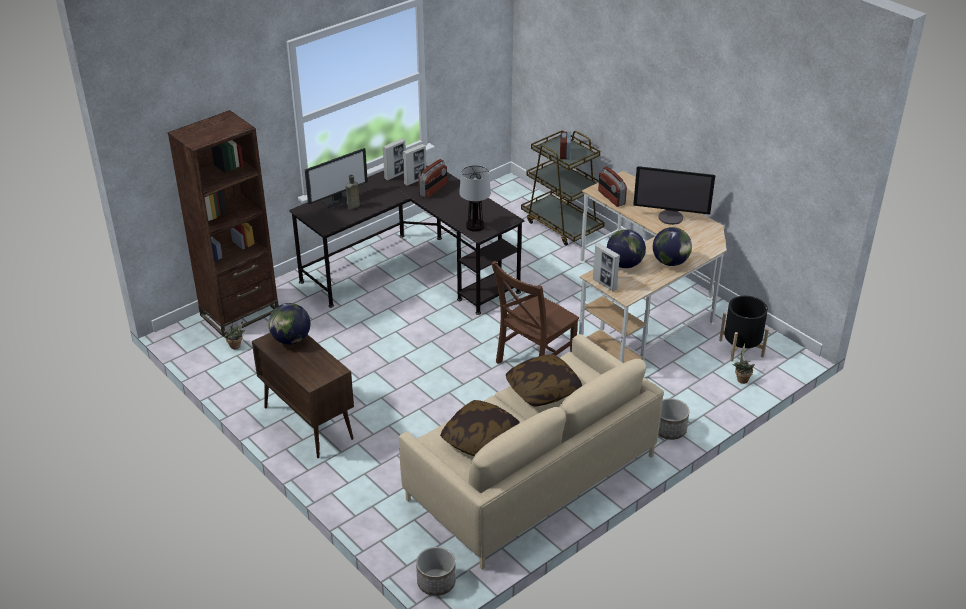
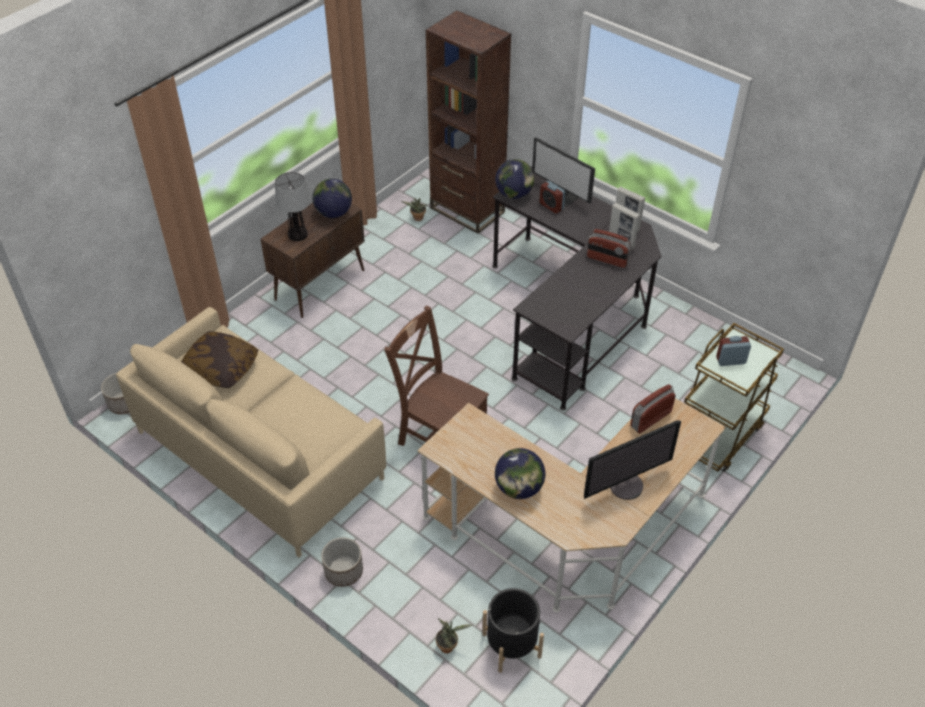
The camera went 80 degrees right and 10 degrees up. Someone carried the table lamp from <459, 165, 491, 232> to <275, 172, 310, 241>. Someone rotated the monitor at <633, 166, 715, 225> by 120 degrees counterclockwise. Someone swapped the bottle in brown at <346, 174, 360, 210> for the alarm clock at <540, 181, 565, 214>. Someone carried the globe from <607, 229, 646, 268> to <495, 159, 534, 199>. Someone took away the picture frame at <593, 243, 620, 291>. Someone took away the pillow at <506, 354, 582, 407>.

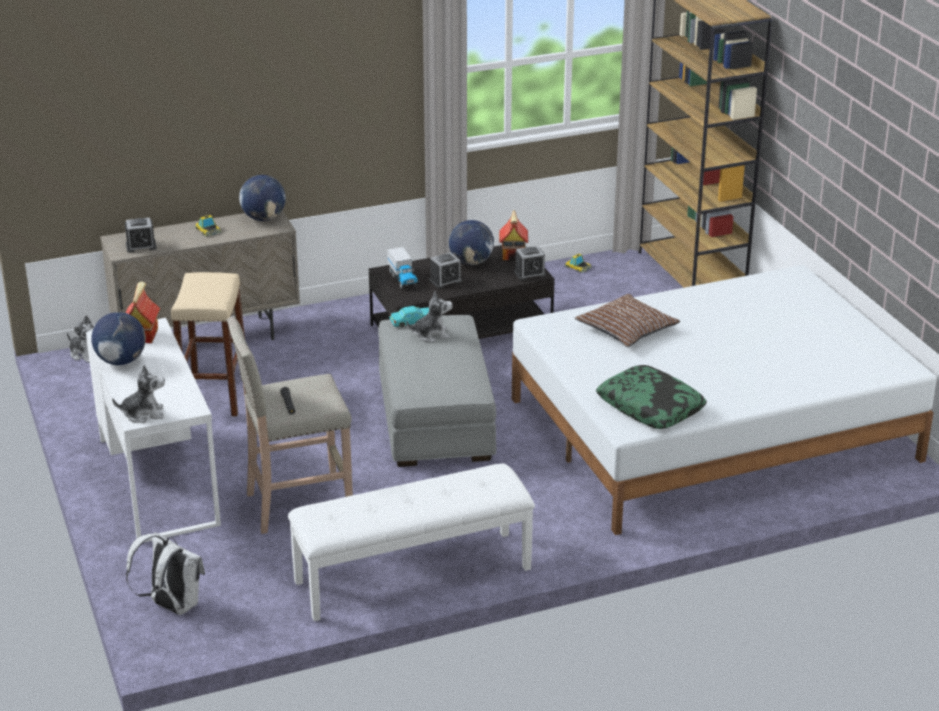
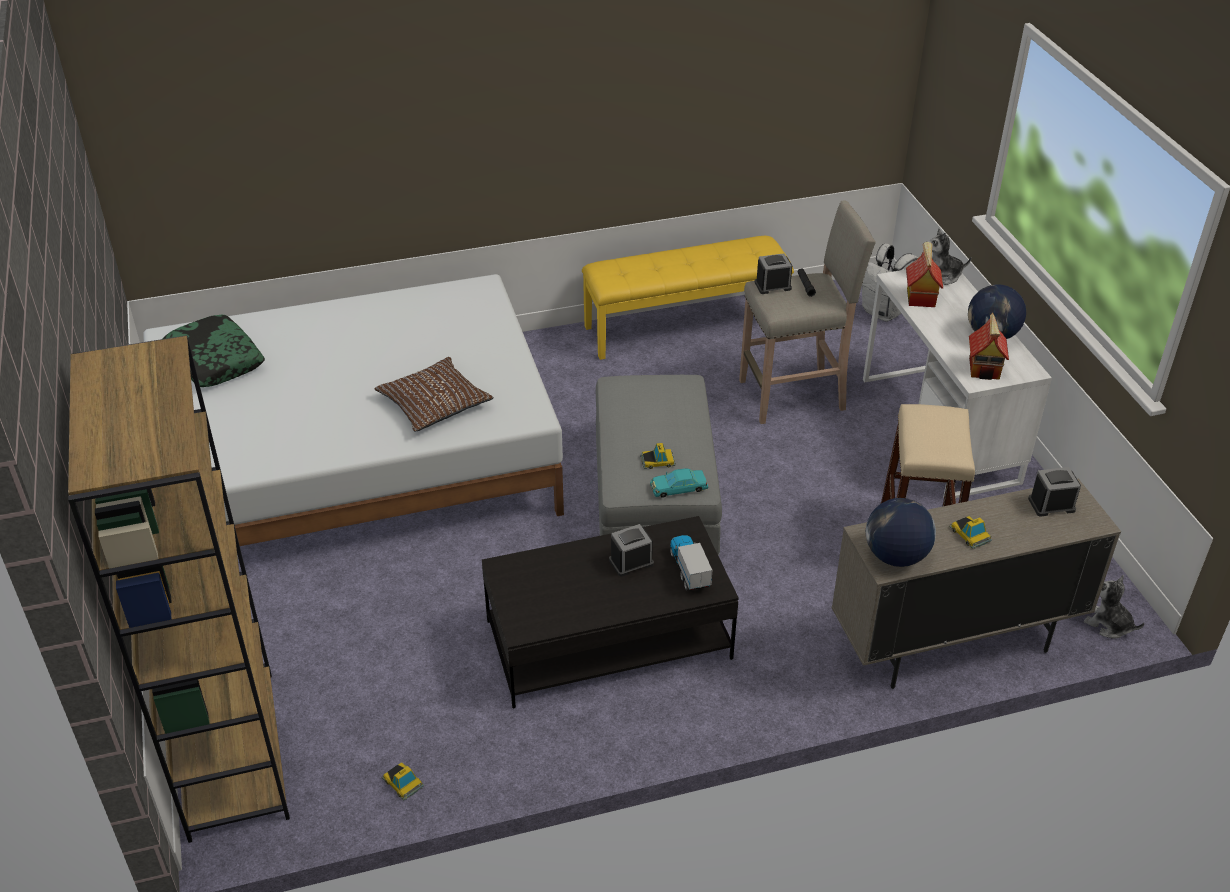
The camera went 175 degrees left and 10 degrees up. Someone carried the toy house from <499, 210, 528, 261> to <906, 242, 943, 307>. Someone took away the globe at <449, 220, 494, 265>. Someone carried the alarm clock from <514, 246, 546, 280> to <755, 253, 792, 294>. Someone swapped the plush toy at <406, 291, 453, 342> for the toy car at <640, 443, 676, 469>. Someone carried the pillow from <596, 365, 707, 429> to <163, 315, 265, 387>. Someone repainted the bench in white at <288, 463, 535, 621>, which became the bench in yellow at <582, 236, 794, 360>.

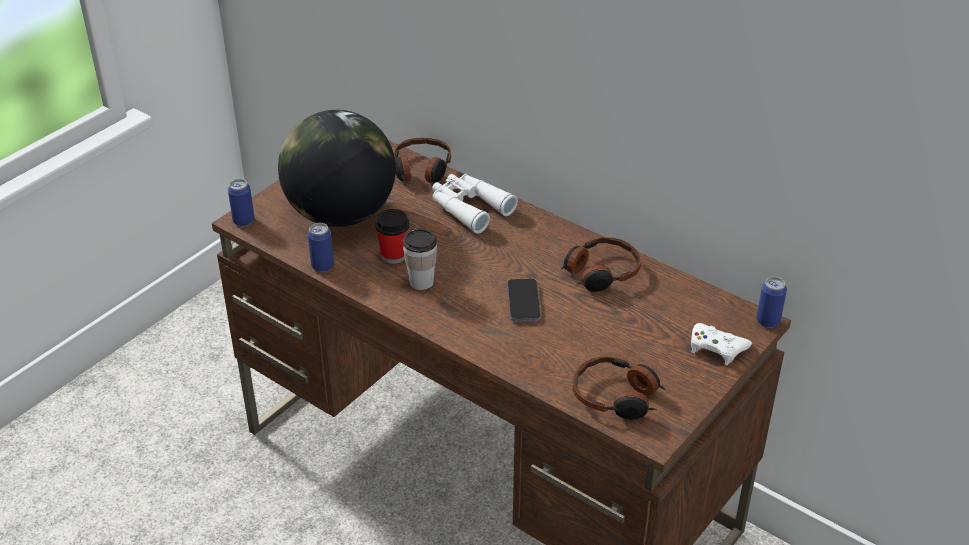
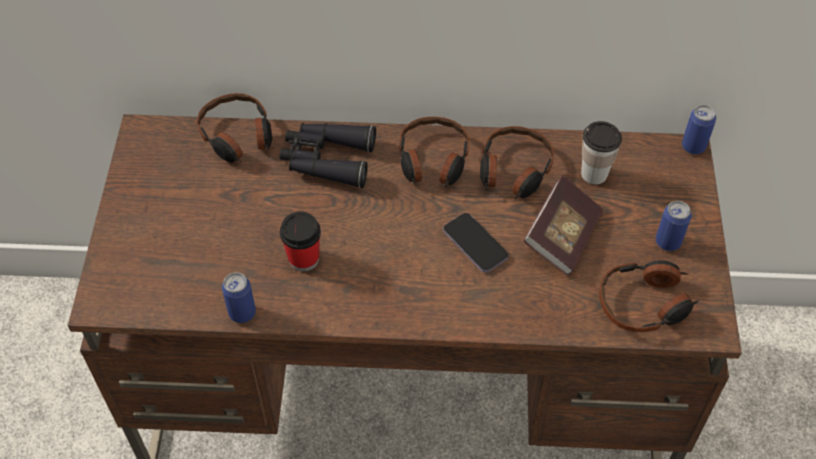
The camera went 35 degrees left and 15 degrees up. Someone took away the globe at <278, 110, 396, 227>. Someone repainted the binoculars in white at <432, 174, 518, 234>, which became the binoculars in black at <280, 123, 376, 188>. Someone carried the can from <228, 179, 255, 226> to <656, 201, 692, 251>. Someone carried the cup from <403, 228, 437, 290> to <581, 121, 622, 184>. Someone took away the game controller in white at <691, 323, 752, 365>. Someone put down the headphones at <399, 117, 469, 188>. Someone put down the book at <524, 175, 603, 275>.

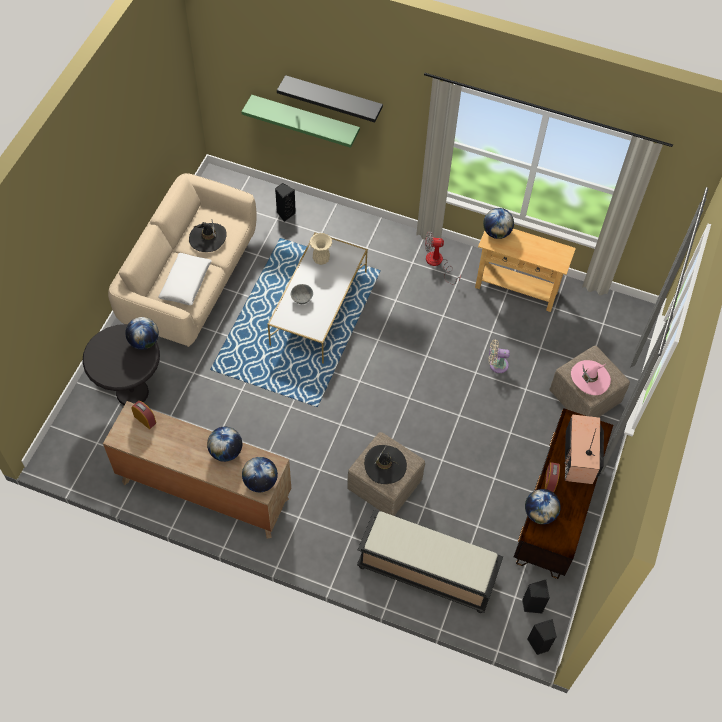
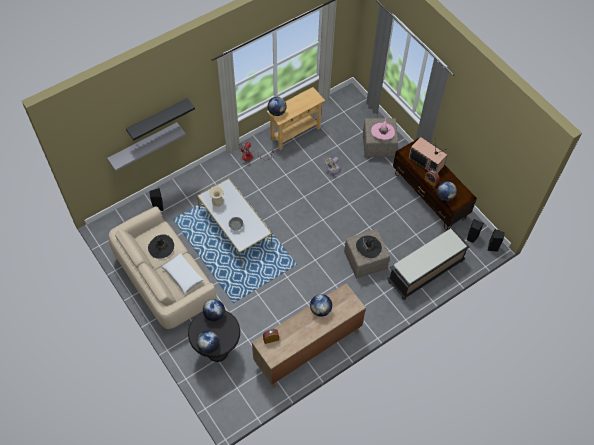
The camera went 55 degrees left and 0 degrees up. Someone repainted the shelf in green at <241, 95, 360, 148>, which became the shelf in grey at <107, 122, 186, 171>. Someone carried the globe from <242, 457, 278, 492> to <197, 331, 220, 354>.

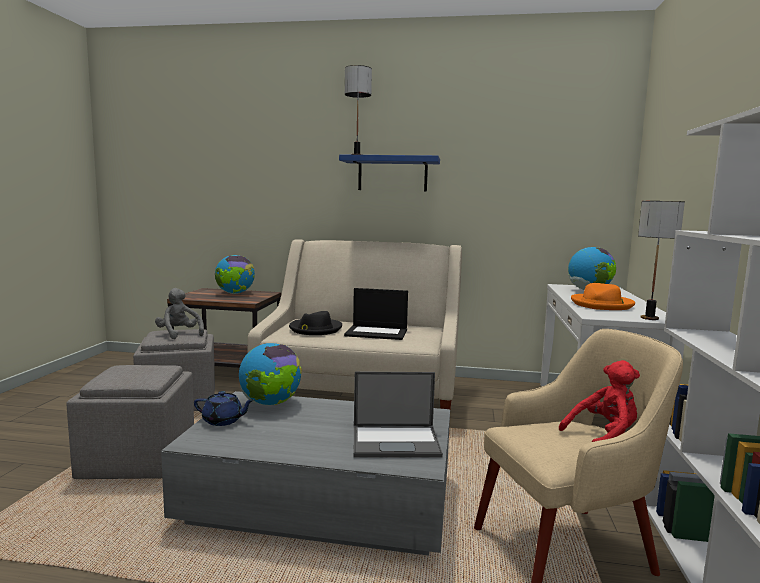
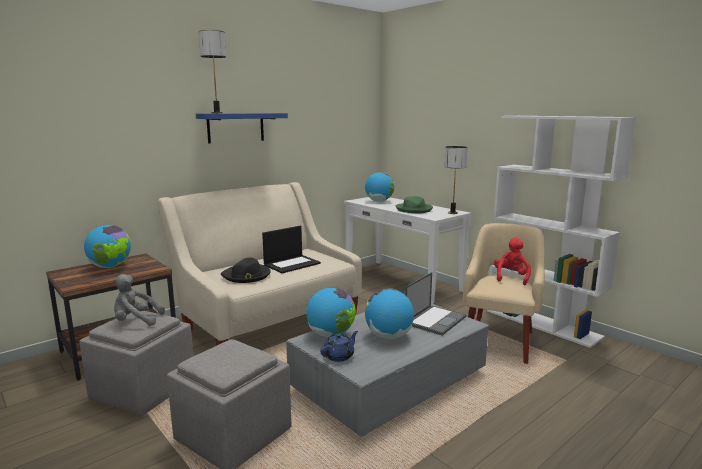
The camera went 50 degrees left and 5 degrees up. Someone repainted the hat in orange at <571, 283, 635, 310>, which became the hat in green at <396, 196, 433, 214>. Someone put down the globe at <365, 288, 414, 339>.

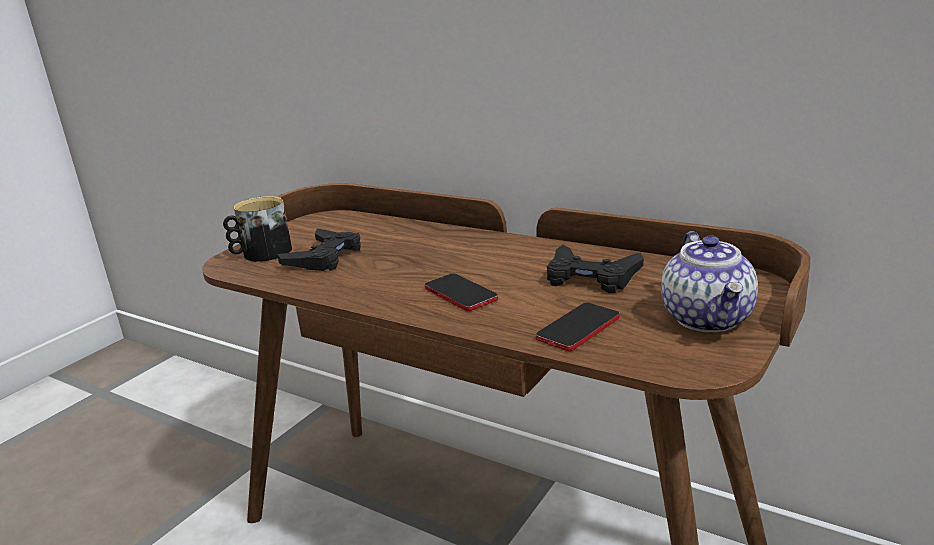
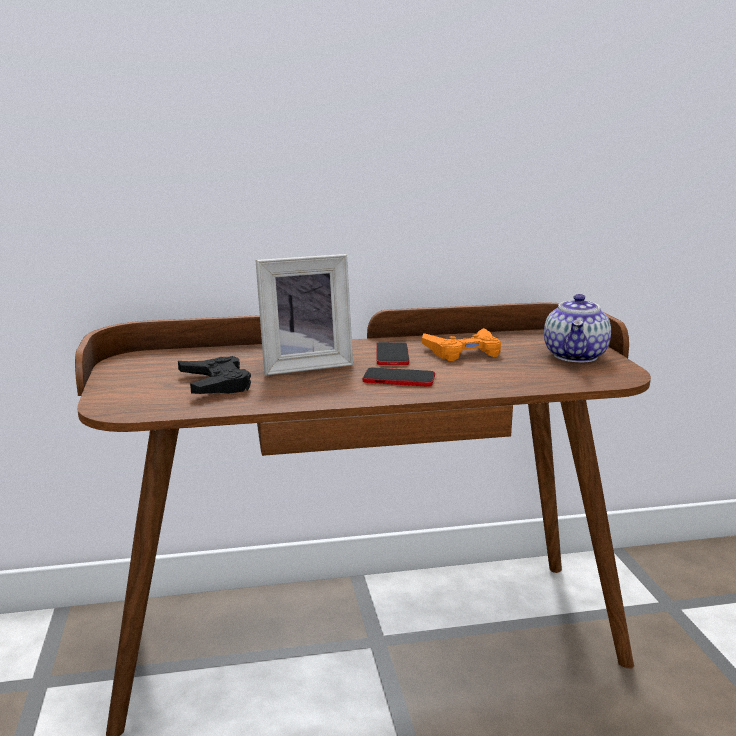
The camera went 45 degrees left and 5 degrees down. Someone took away the mug at <223, 196, 292, 262>. Someone rotated the teapot at <661, 231, 758, 332> by 60 degrees clockwise. Someone repainted the game controller in black at <547, 245, 644, 293>, which became the game controller in orange at <422, 328, 501, 361>. Someone carried the phone from <536, 302, 620, 351> to <376, 342, 409, 365>. Someone put down the picture frame at <255, 254, 353, 375>.

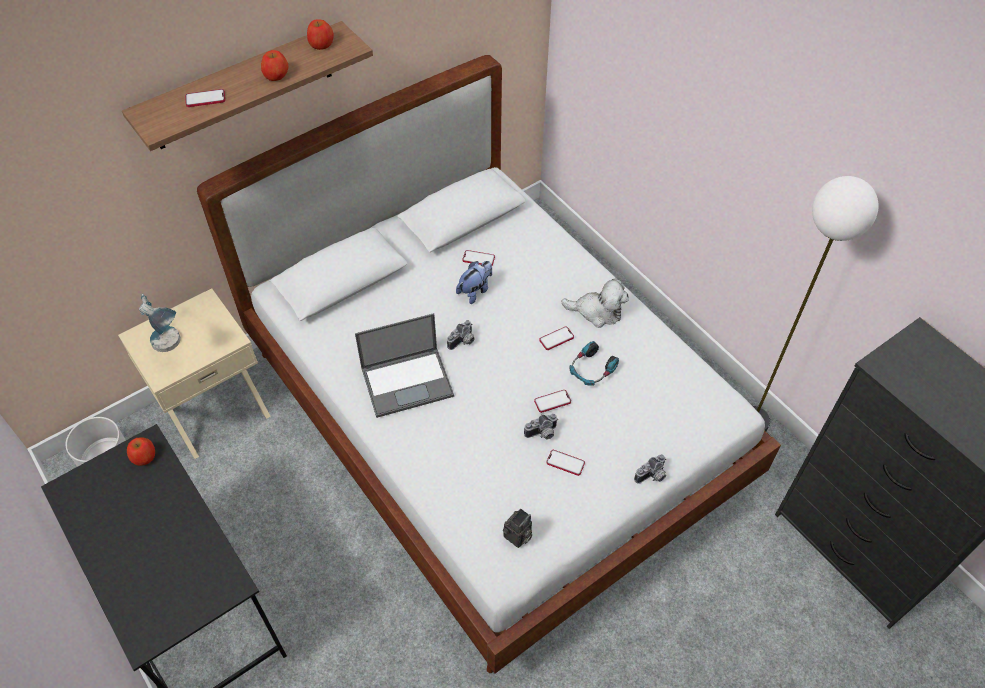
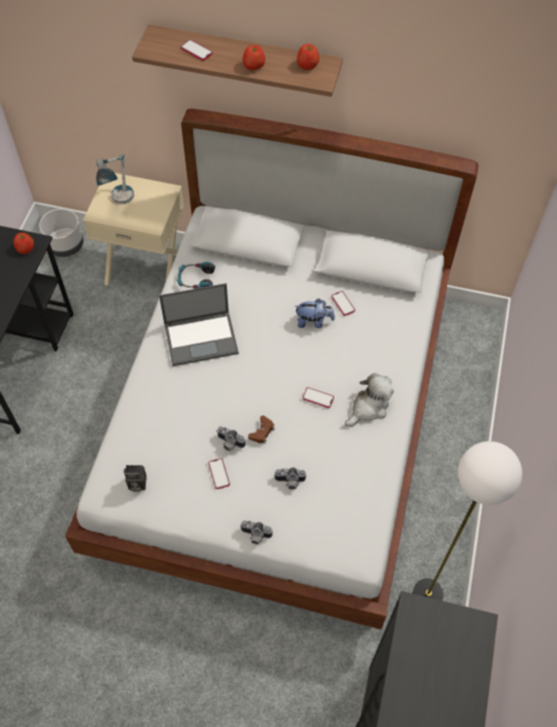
The camera went 50 degrees right and 5 degrees up. Someone rotated the plush toy at <561, 278, 629, 328> by 105 degrees counterclockwise. Someone rotated the laptop at <355, 313, 454, 418> by 45 degrees counterclockwise. Someone carried the photo camera from <447, 320, 475, 350> to <274, 467, 307, 489>. Someone carried the headphones from <569, 341, 619, 386> to <177, 262, 215, 289>. Someone swapped the phone at <534, 390, 571, 413> for the game controller in brown at <248, 415, 275, 443>.

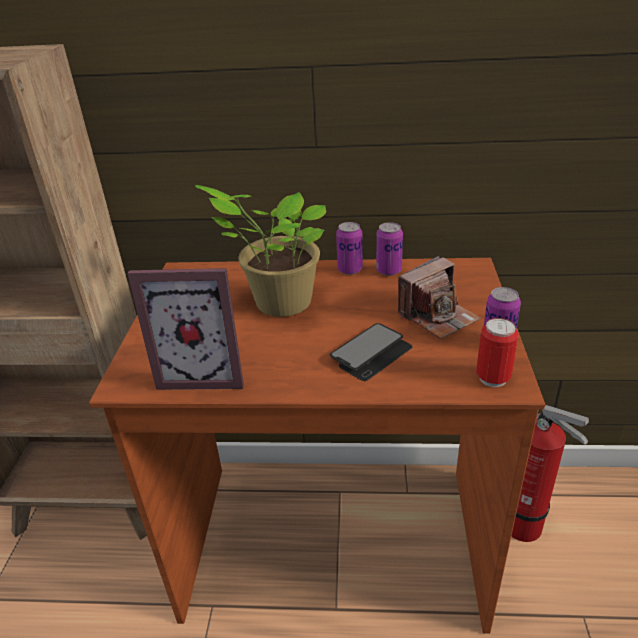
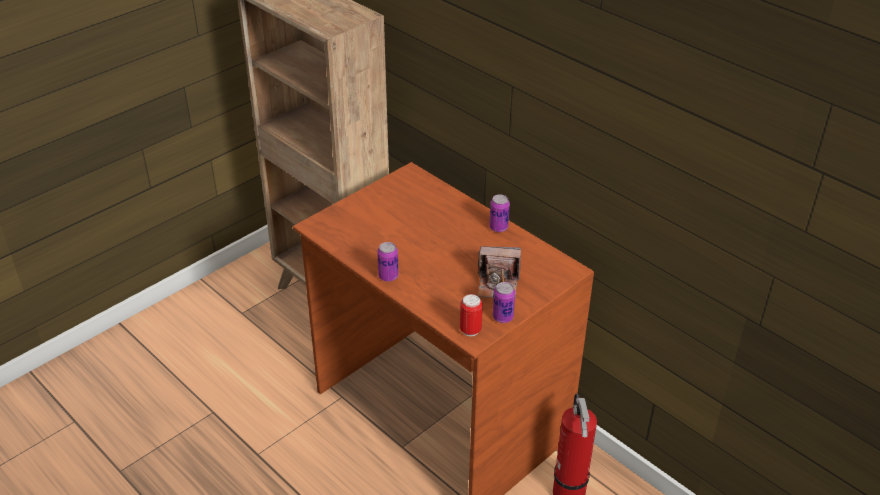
The camera went 40 degrees right and 5 degrees up. Someone took away the potted plant at <195, 185, 326, 317>. Someone carried the can from <376, 222, 403, 276> to <377, 242, 399, 282>. Someone took away the picture frame at <127, 268, 244, 390>. Someone took away the phone at <329, 323, 412, 381>.

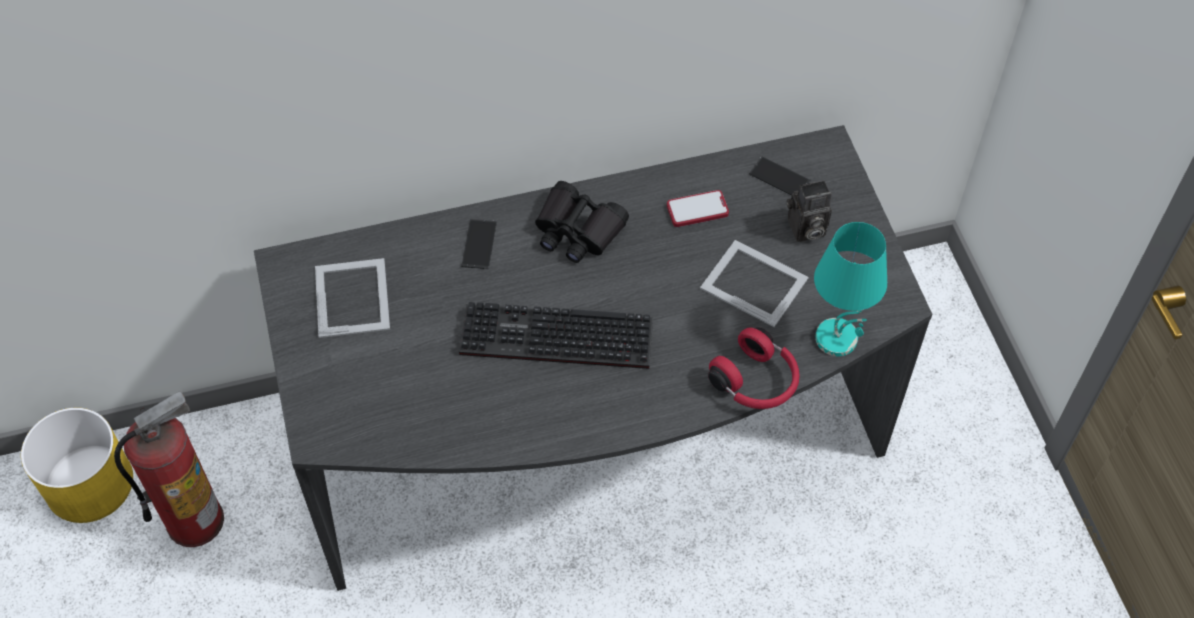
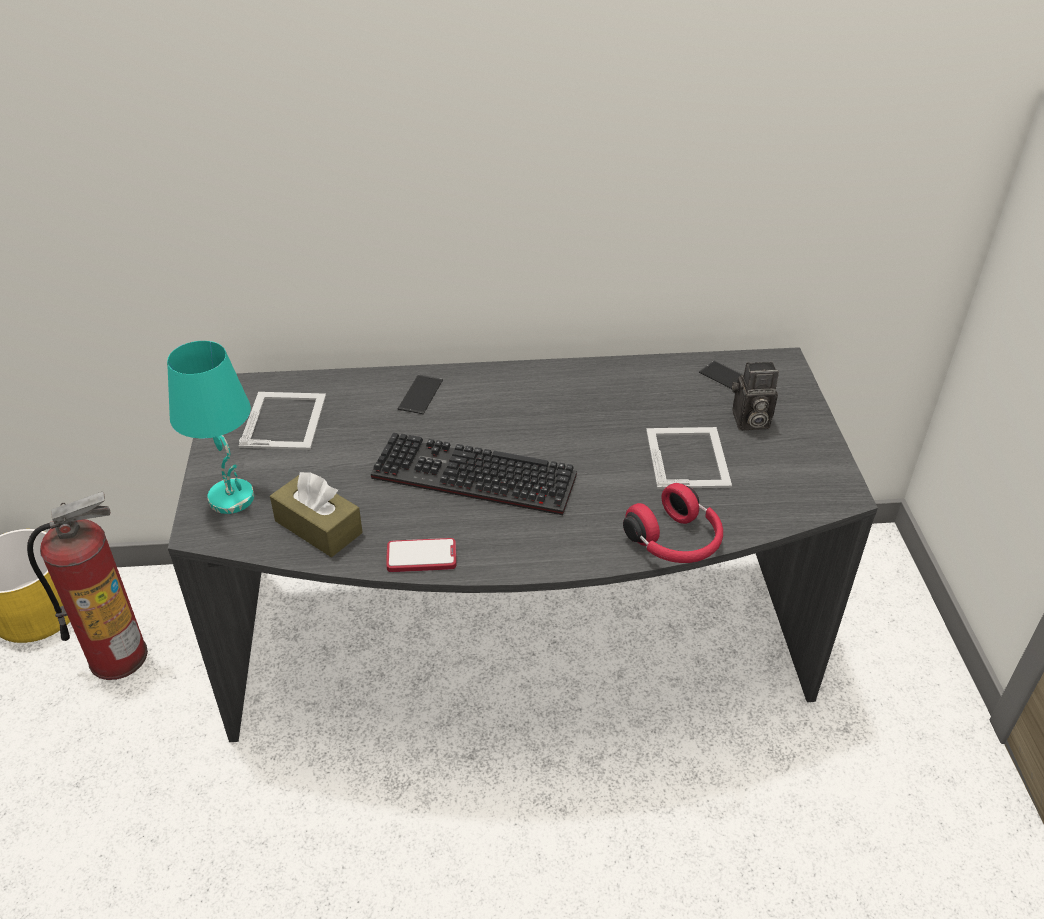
The camera went 10 degrees right and 15 degrees down. Someone took away the binoculars in black at <535, 181, 629, 263>. Someone carried the phone from <667, 190, 729, 227> to <386, 538, 456, 572>. Someone carried the table lamp in turquoise from <814, 222, 887, 356> to <167, 341, 254, 514>. Someone rotated the picture frame at <700, 240, 809, 327> by 45 degrees clockwise. Someone put down the tissue box in brown at <270, 472, 363, 557>.

